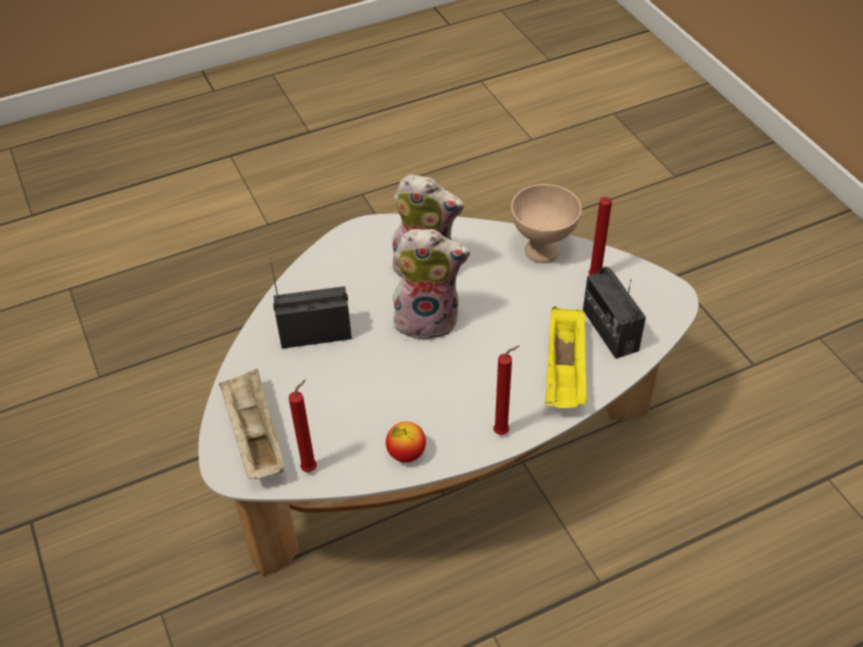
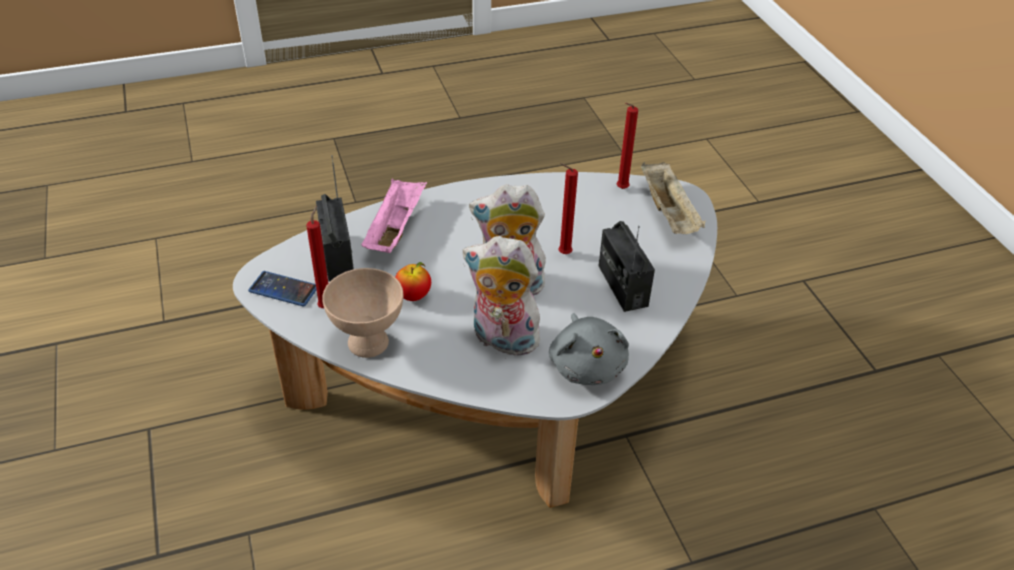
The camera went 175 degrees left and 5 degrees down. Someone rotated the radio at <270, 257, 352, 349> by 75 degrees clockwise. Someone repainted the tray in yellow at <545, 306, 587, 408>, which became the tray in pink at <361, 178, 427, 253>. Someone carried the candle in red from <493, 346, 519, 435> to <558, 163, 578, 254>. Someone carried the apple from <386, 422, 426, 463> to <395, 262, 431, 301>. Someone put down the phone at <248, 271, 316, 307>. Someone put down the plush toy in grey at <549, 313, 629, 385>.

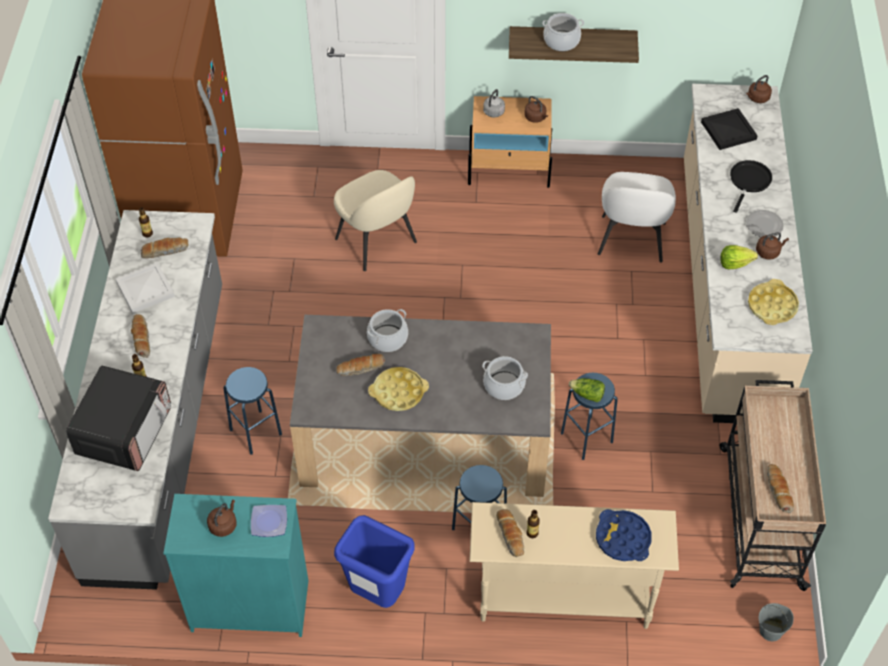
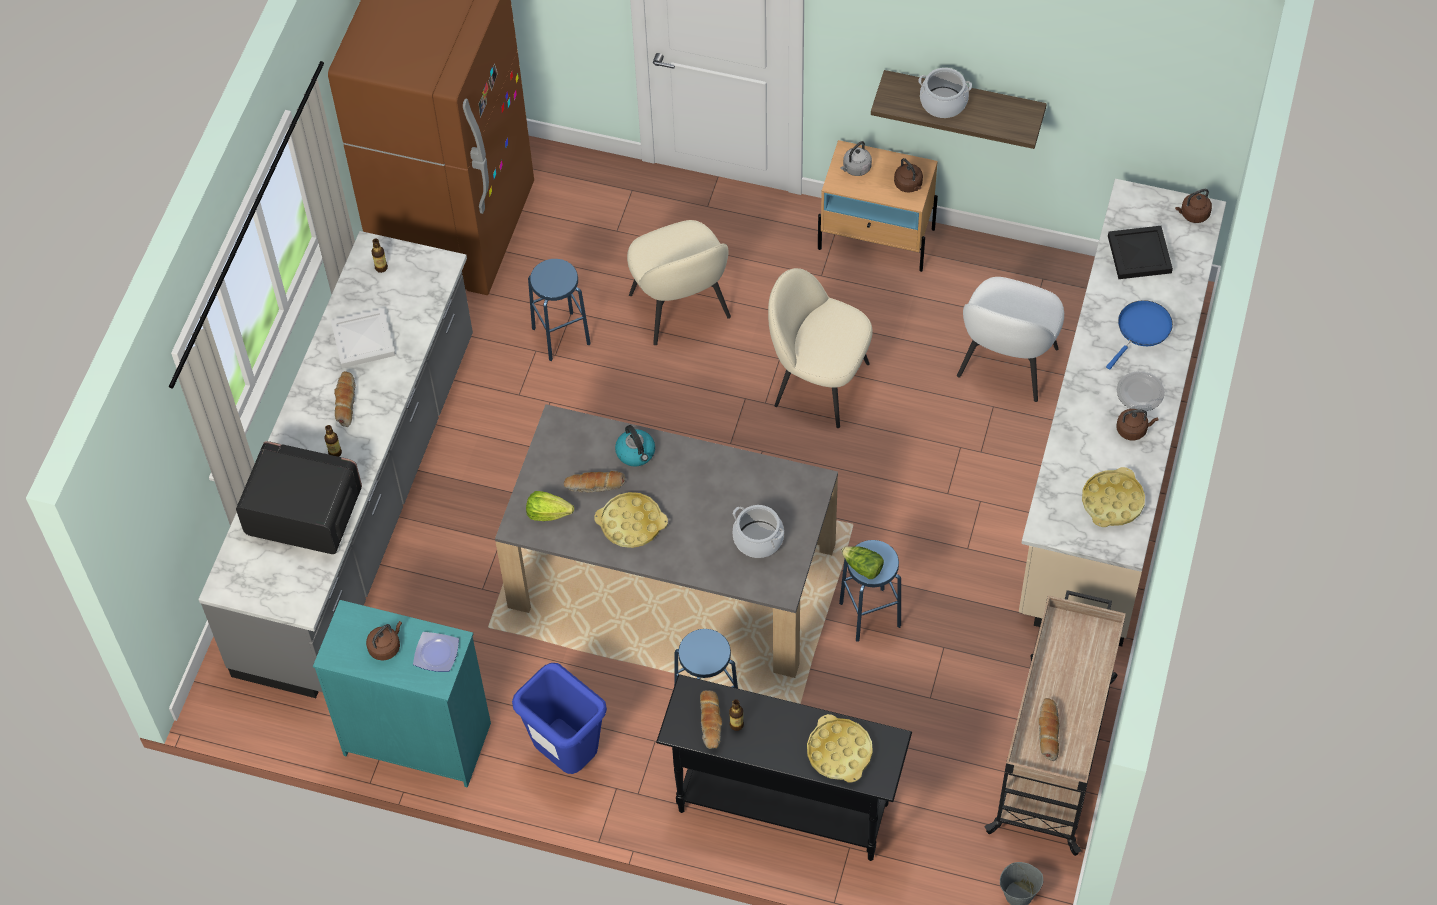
The camera went 15 degrees right and 5 degrees up. Someone repainted the frying pan in black at <730, 160, 772, 213>, which became the frying pan in blue at <1106, 300, 1173, 370>. Someone took away the bread at <141, 238, 189, 258>. Someone carried the lettuce from <720, 245, 758, 269> to <526, 491, 574, 521>. Someone swapped the cooking pot at <367, 309, 408, 352> for the kettle at <615, 425, 655, 467>. Someone rotated the microwave at <66, 366, 171, 471> by 105 degrees counterclockwise. Someone carried the stool in blue from <224, 367, 282, 455> to <528, 259, 591, 361>. Someone repainted the console table in beige at <470, 502, 679, 629>, which became the console table in black at <656, 674, 912, 861>. Someone repainted the tray in blue at <596, 509, 652, 561>, which became the tray in yellow at <807, 714, 873, 783>. Someone put down the chair in beige at <768, 268, 873, 428>.

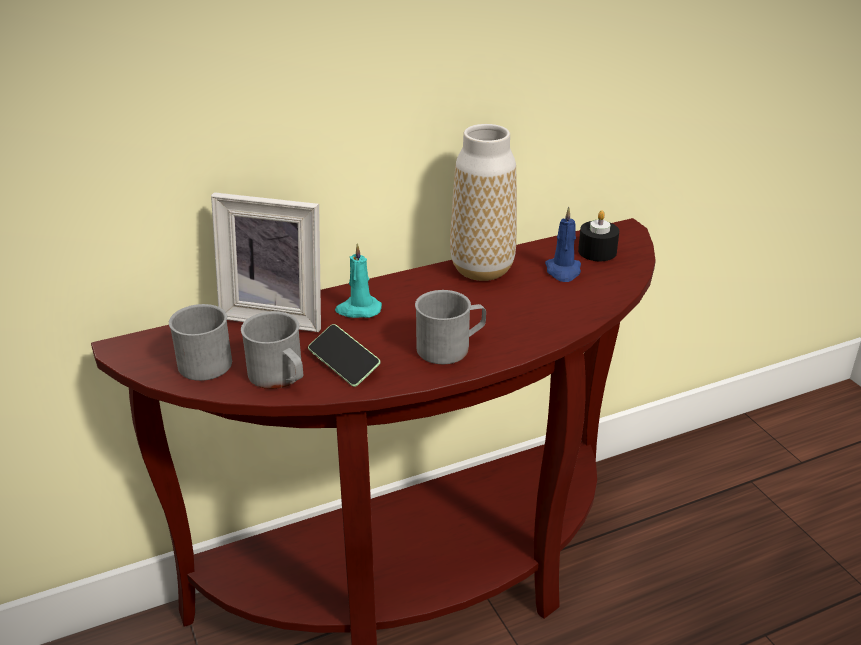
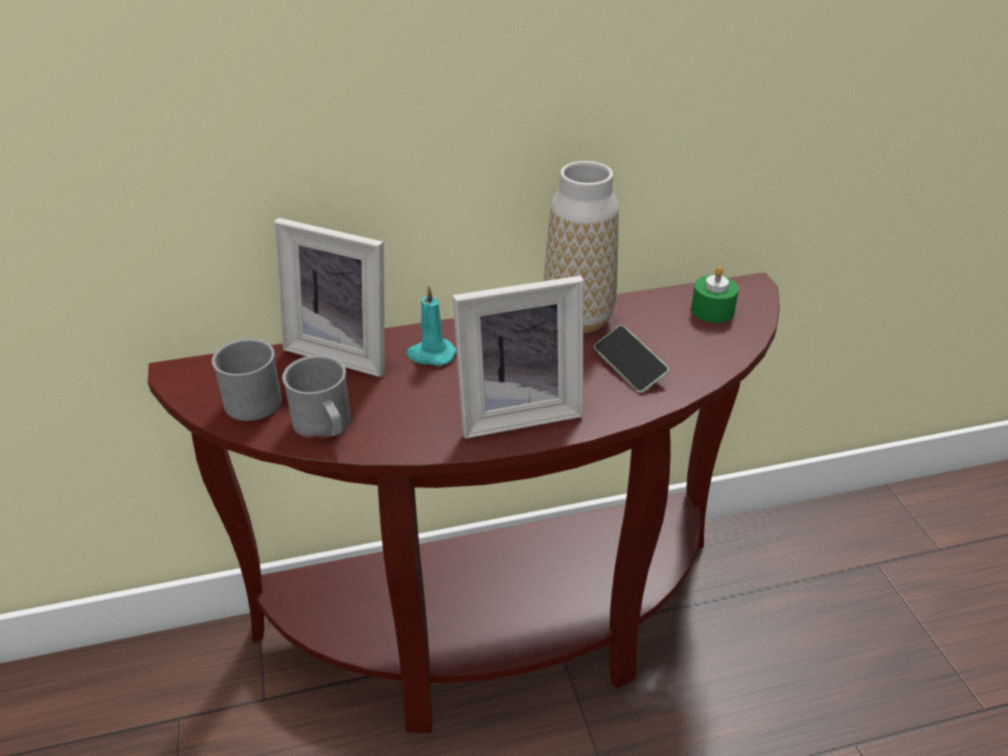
The camera went 10 degrees right and 5 degrees up. Someone took away the candle in blue at <545, 207, 581, 282>. Someone repainted the candle in black at <578, 210, 619, 261>, which became the candle in green at <691, 266, 739, 323>. Someone swapped the mug in grey at <415, 290, 486, 364> for the picture frame at <453, 276, 583, 439>. Someone carried the phone from <308, 324, 381, 387> to <594, 325, 669, 393>.

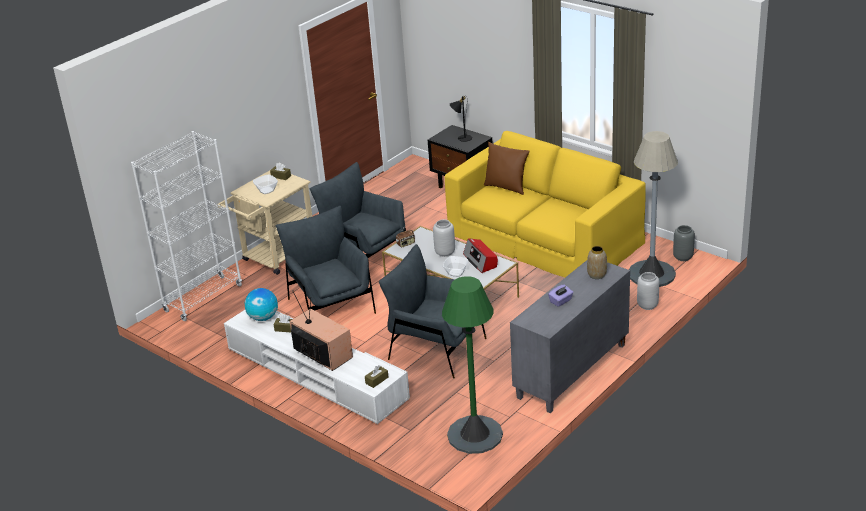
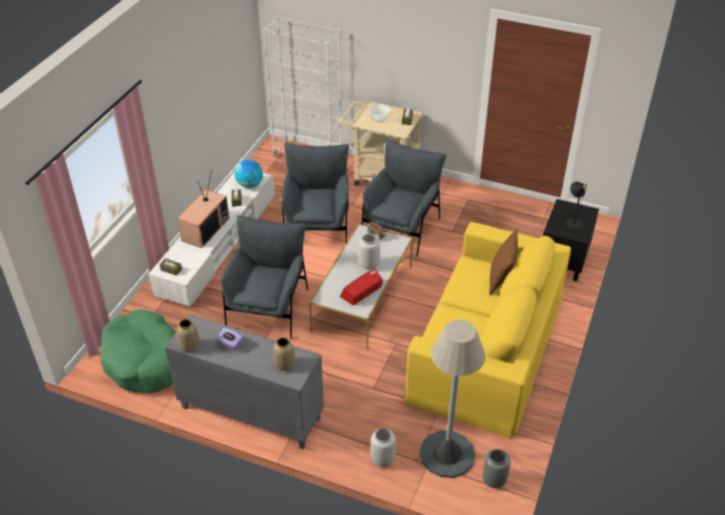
The camera went 70 degrees right and 10 degrees up. Someone rotated the armchair in grey at <276, 206, 376, 314> by 45 degrees counterclockwise. Someone took away the bowl at <443, 256, 468, 277>. Someone swapped the floor lamp in green at <442, 276, 503, 454> for the dog bed in green at <100, 309, 176, 393>. Someone put down the vase at <177, 319, 200, 352>.

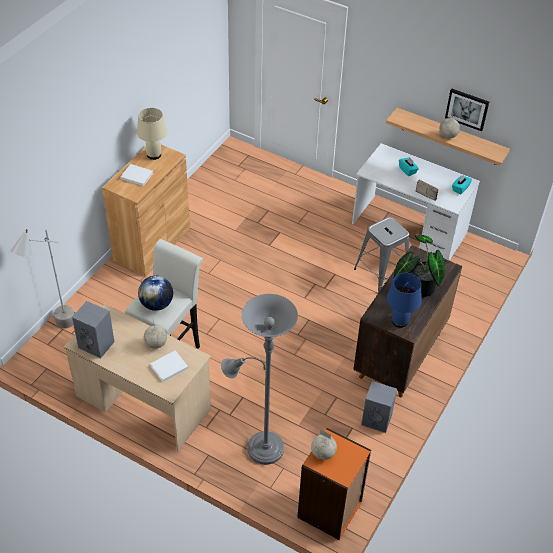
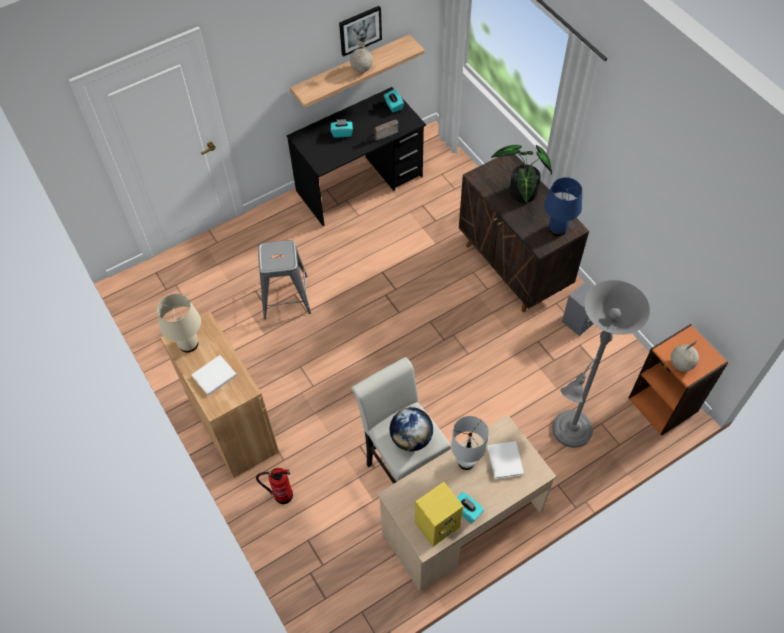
The camera went 60 degrees left and 10 degrees up. Someone repainted the desk in white at <352, 143, 480, 261>, which became the desk in black at <287, 87, 426, 226>. Someone carried the stool in grey from <354, 217, 409, 293> to <258, 240, 311, 319>. Someone took away the floor lamp in grey at <10, 229, 74, 328>. Someone repainted the speaker in grey at <72, 301, 115, 358>, which became the speaker in yellow at <415, 482, 463, 547>. Someone swapped the globe at <144, 321, 167, 349> for the table lamp in white at <451, 416, 488, 470>. Someone put down the fire extinguisher at <256, 468, 293, 504>. Someone put down the tissue box in turquoise at <457, 492, 484, 523>.

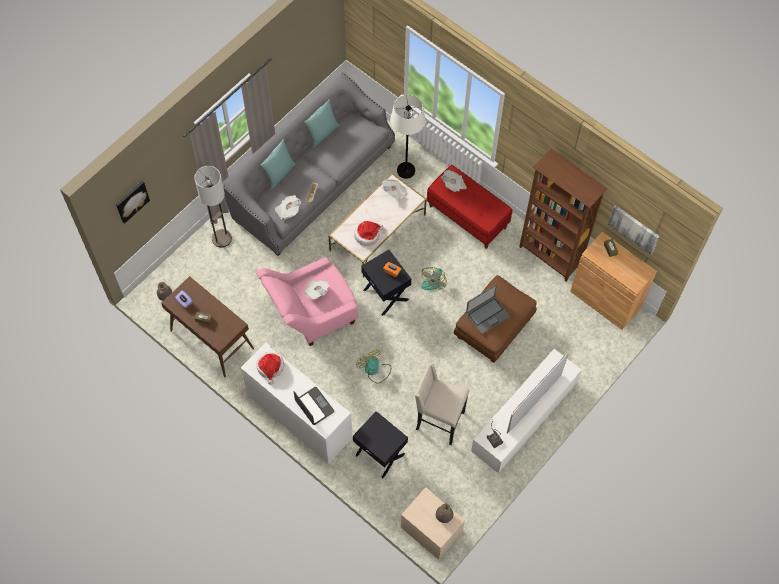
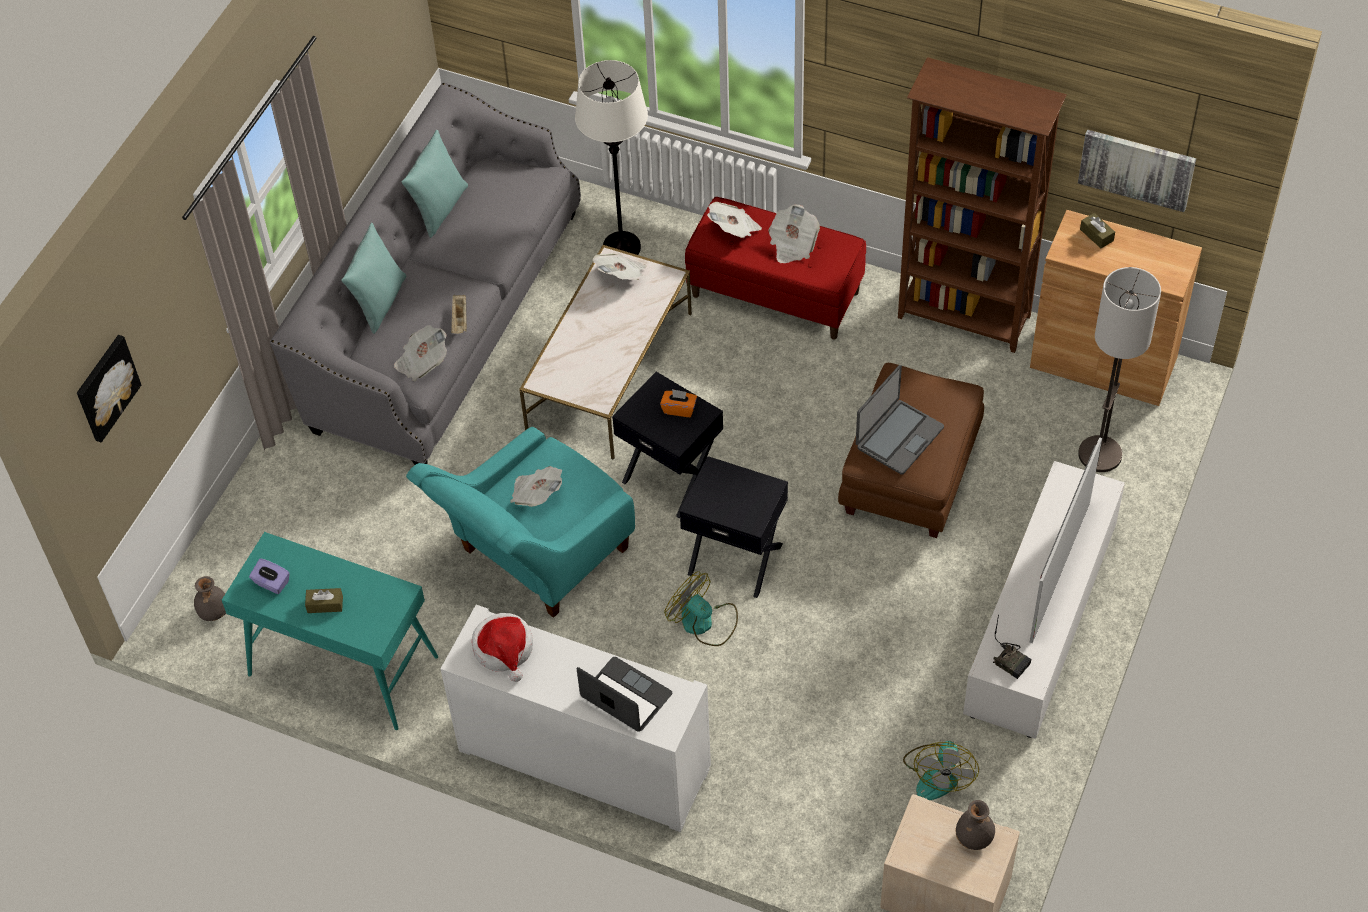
The camera went 15 degrees left and 10 degrees down. Someone carried the floor lamp from <194, 166, 232, 248> to <1078, 267, 1161, 472>. Someone took away the hat at <354, 221, 384, 246>. Someone repainted the armchair in pink at <256, 257, 358, 346>, which became the armchair in turquoise at <406, 427, 635, 618>. Someone carried the fan from <422, 267, 447, 290> to <903, 741, 979, 800>. Someone repainted the console table in brown at <161, 276, 254, 377>, which became the console table in turquoise at <222, 532, 438, 730>. Someone took away the stool in beige at <415, 362, 469, 445>. Someone carried the side table in black from <353, 411, 408, 478> to <680, 456, 788, 598>. Someone put down the newspaper at <768, 204, 820, 263>.

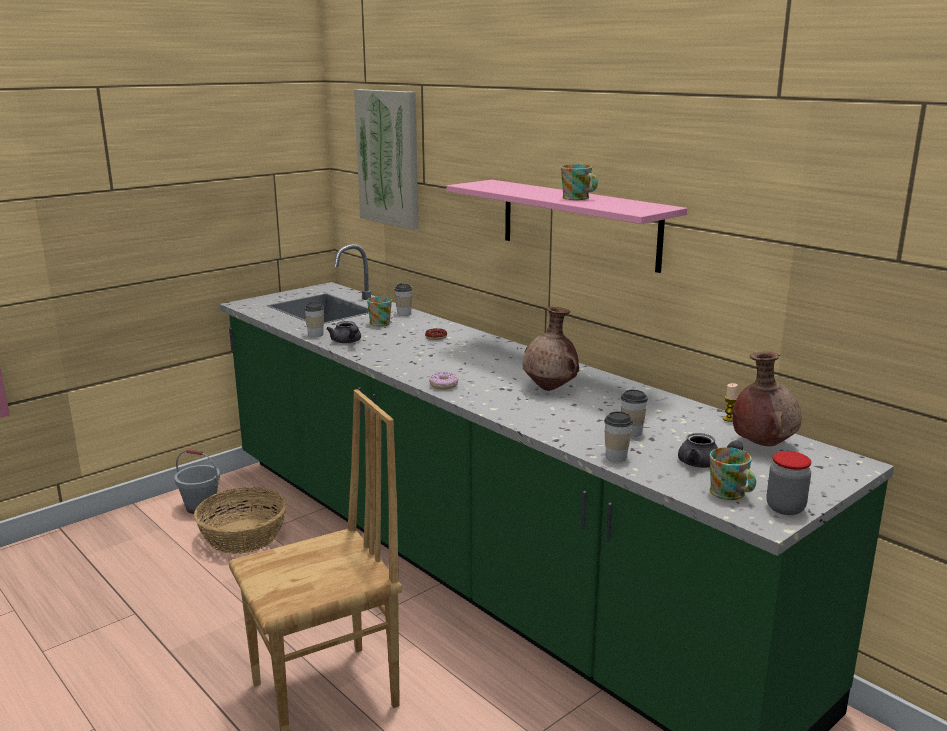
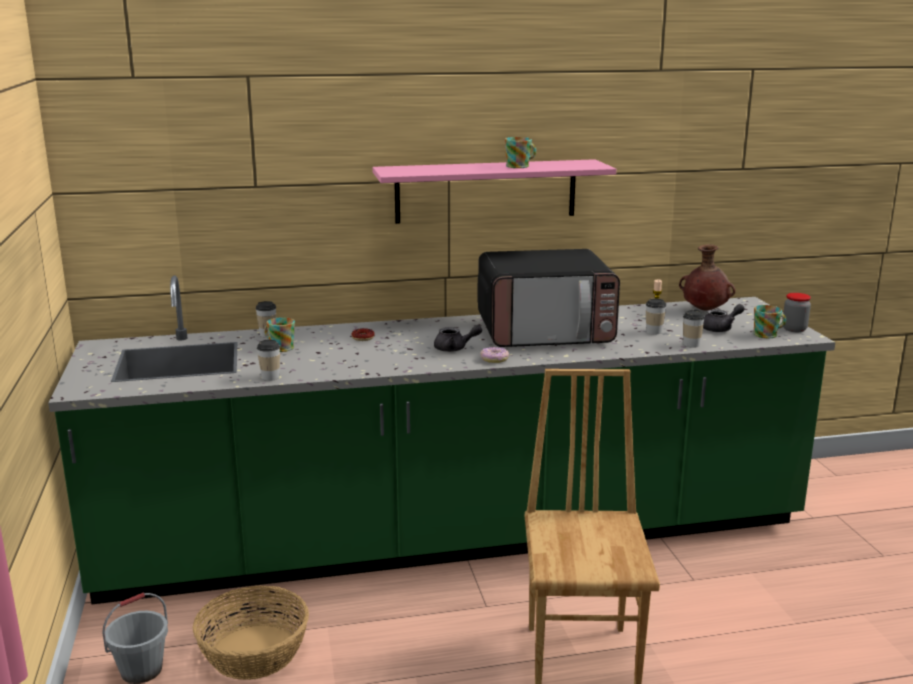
The camera went 60 degrees left and 0 degrees up. Someone took away the picture at <354, 89, 419, 230>. Someone swapped the vase in brown at <523, 307, 579, 391> for the microwave at <478, 249, 620, 347>. Someone carried the teapot in grey from <326, 321, 361, 343> to <434, 325, 482, 352>.

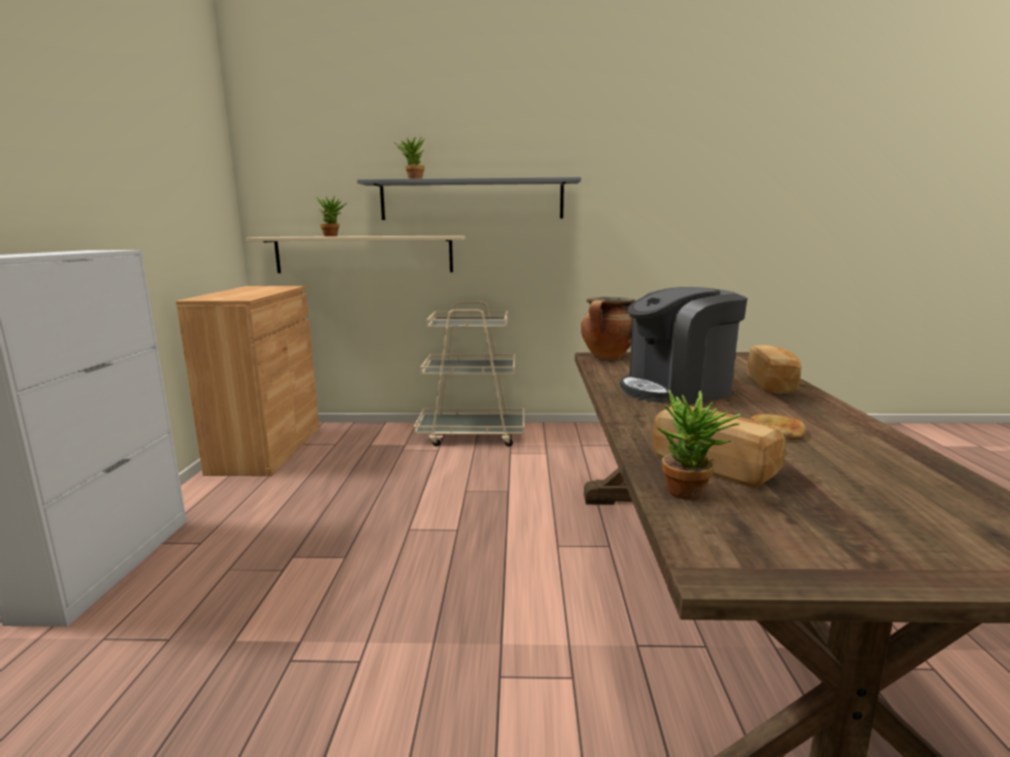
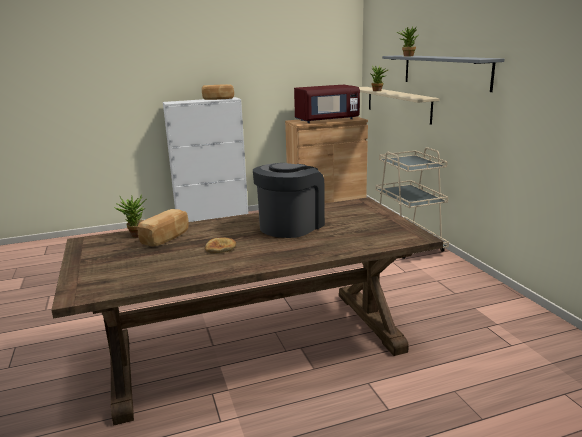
The camera went 70 degrees right and 5 degrees up. Someone rotated the coffee machine at <620, 287, 747, 405> by 75 degrees clockwise. Someone took away the cooking pot at <581, 297, 635, 360>. Someone carried the bread from <747, 345, 801, 394> to <202, 84, 234, 100>. Someone put down the microwave in red at <294, 85, 360, 123>.

